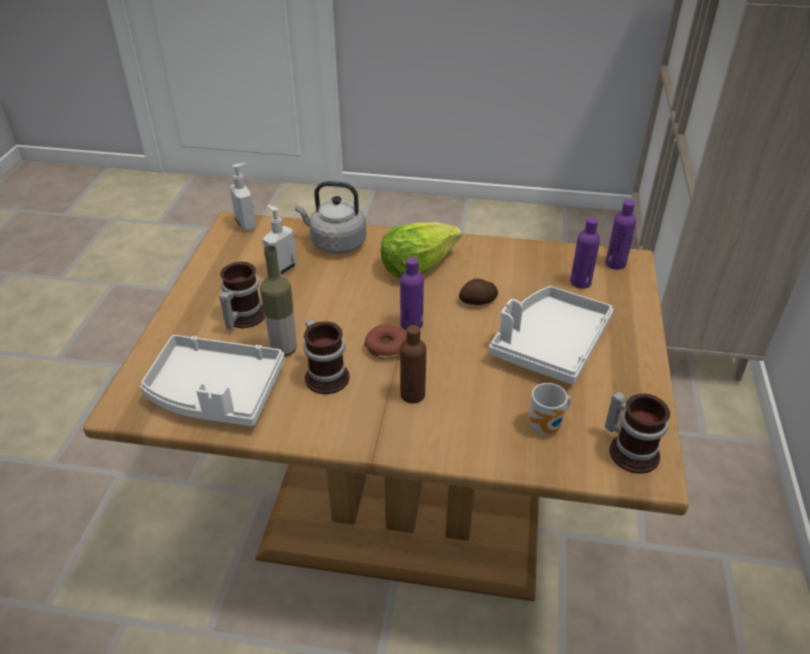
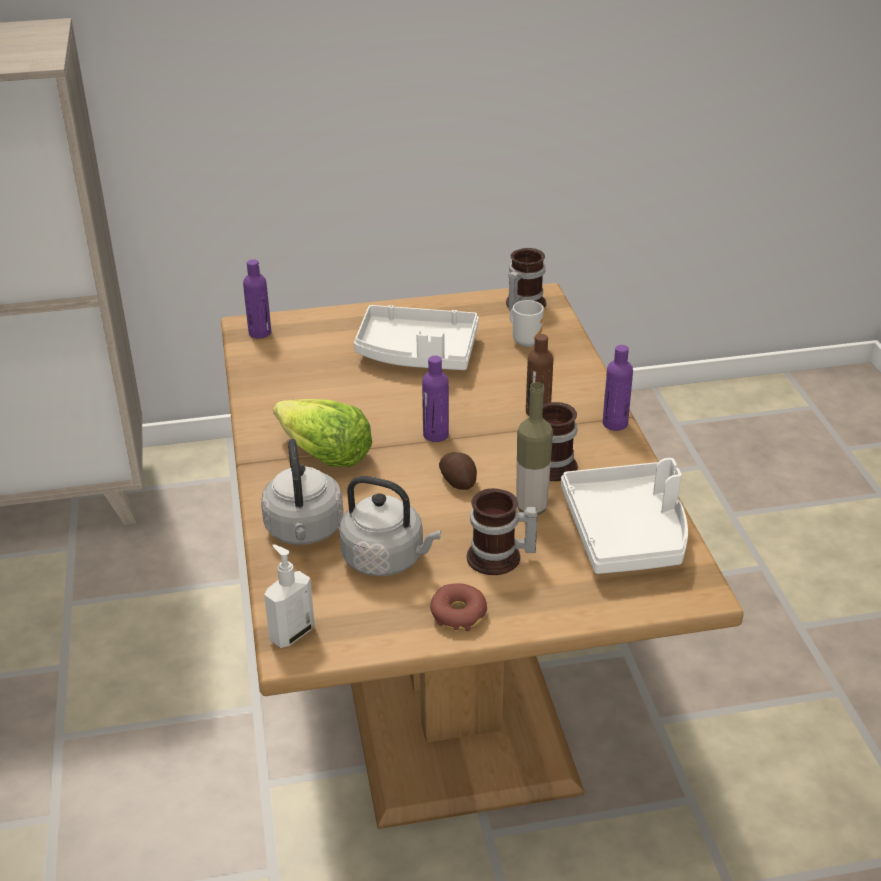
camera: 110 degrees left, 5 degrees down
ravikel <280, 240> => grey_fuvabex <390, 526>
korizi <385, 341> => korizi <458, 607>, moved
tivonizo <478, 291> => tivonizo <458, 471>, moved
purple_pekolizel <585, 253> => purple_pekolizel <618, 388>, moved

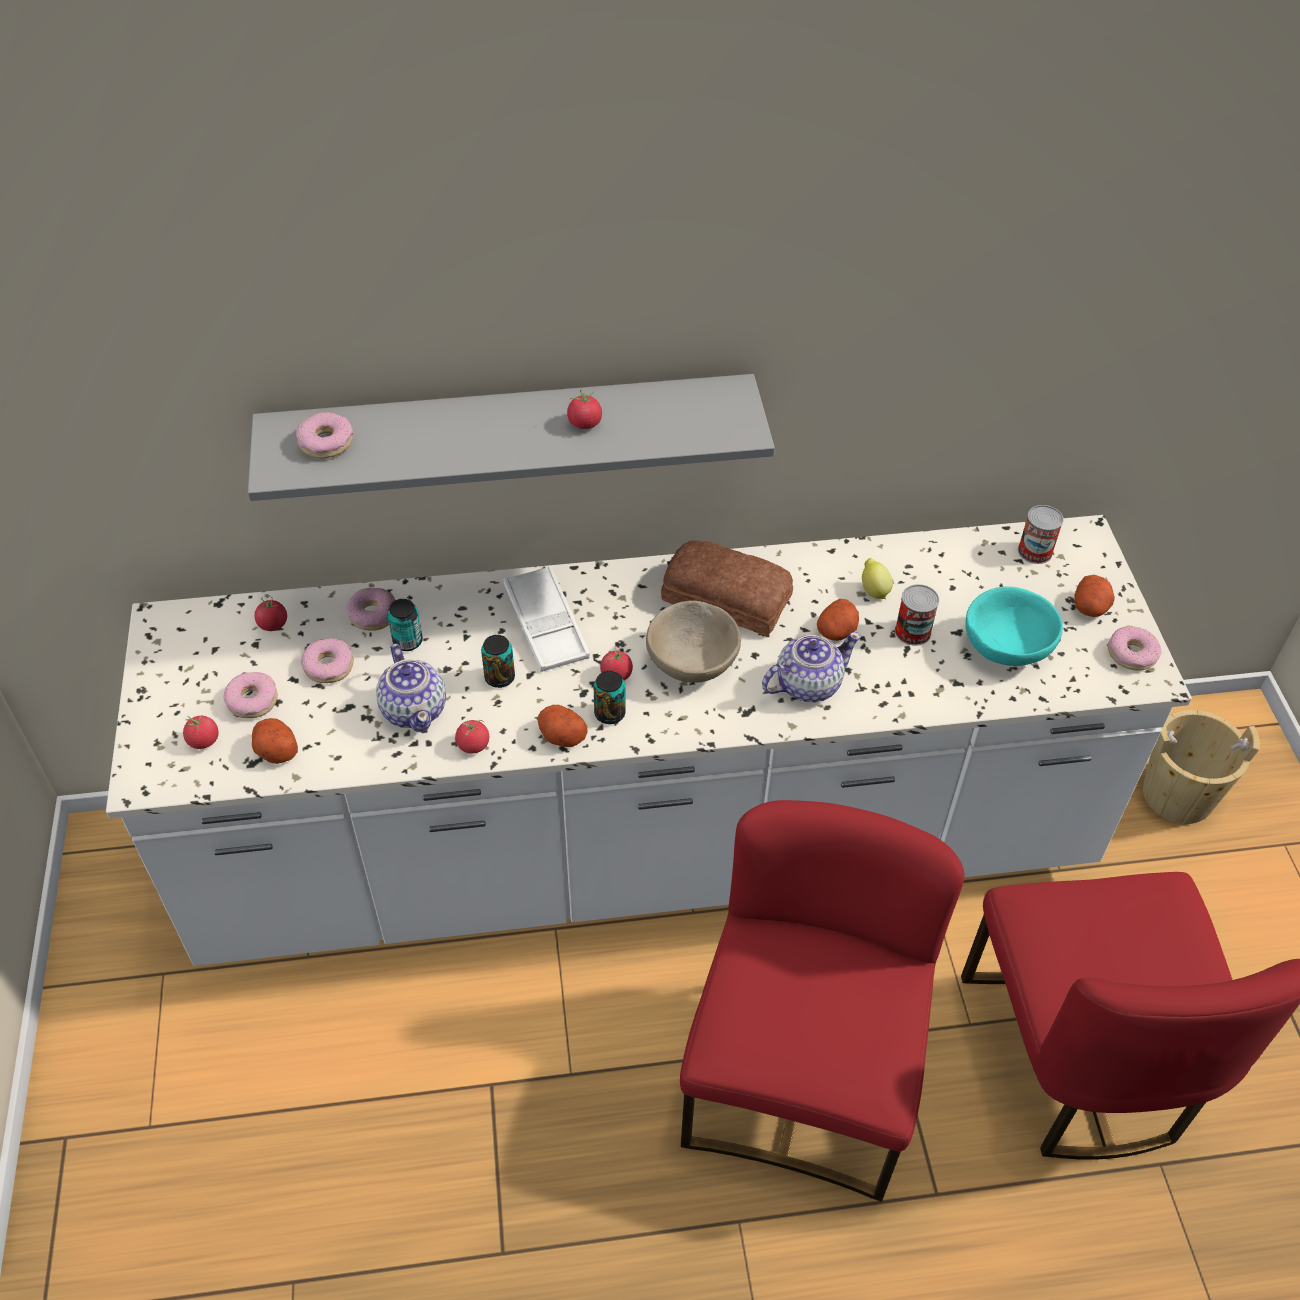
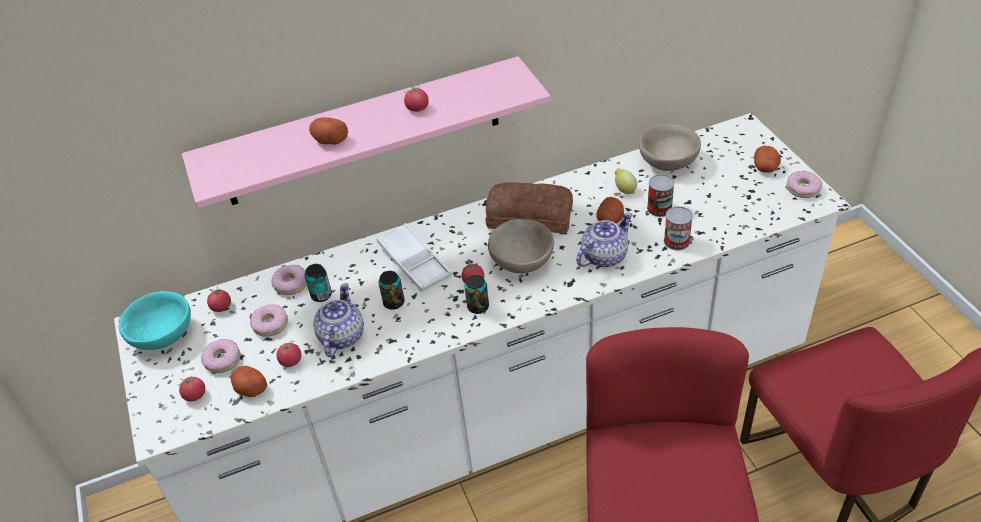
camera: 10 degrees left, 5 degrees down
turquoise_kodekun <1014, 626> => turquoise_kodekun <155, 320>, moved
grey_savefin <511, 437> => pink_savefin <366, 132>
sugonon <472, 737> => sugonon <288, 354>, moved
tivonizo <562, 726> => tivonizo <328, 130>, moved
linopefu <411, 688> => linopefu <338, 320>, 135 degrees counterclockwise
nothing => beige_kodekun <670, 147>
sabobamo <1041, 534> => sabobamo <678, 228>, moved
korizi <324, 435> => nothing
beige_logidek <1201, 767> => nothing

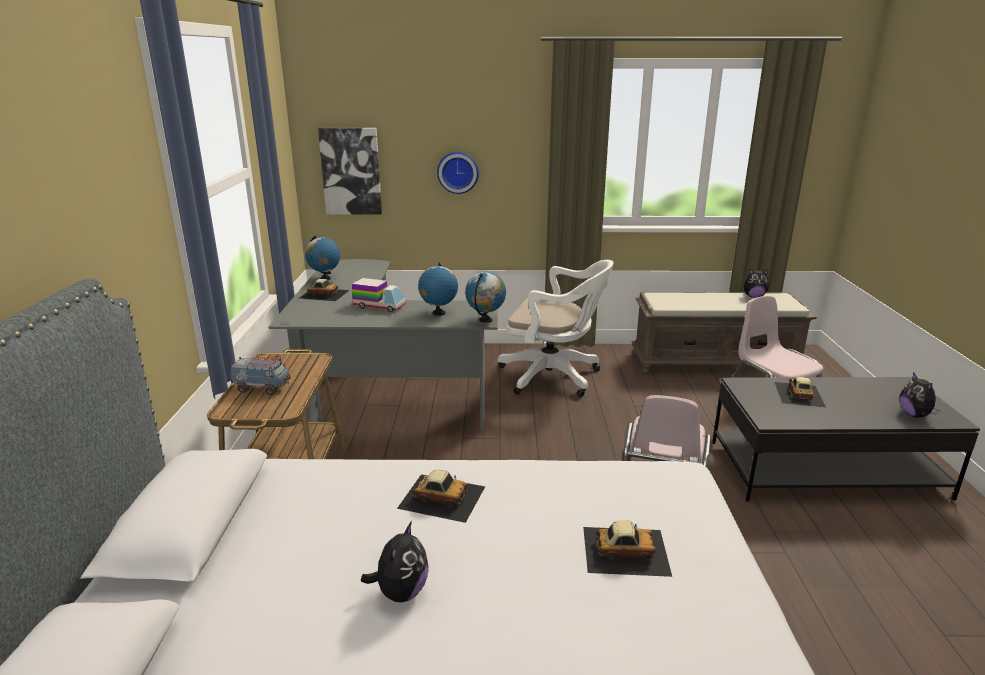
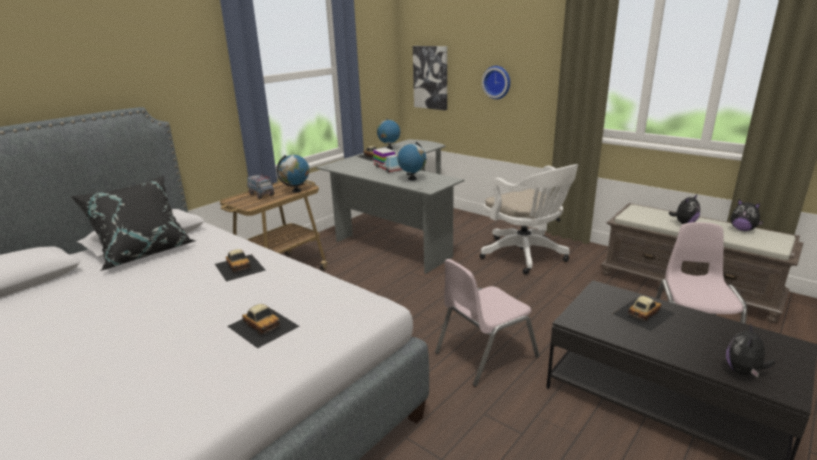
camera: 40 degrees right, 0 degrees up
nothing => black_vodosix <133, 223>
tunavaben <485, 297> => tunavaben <293, 174>, moved
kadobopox <395, 561> => kadobopox <684, 209>, moved

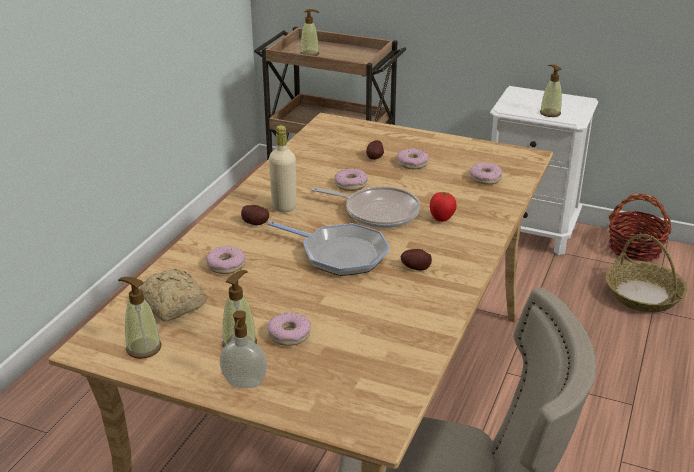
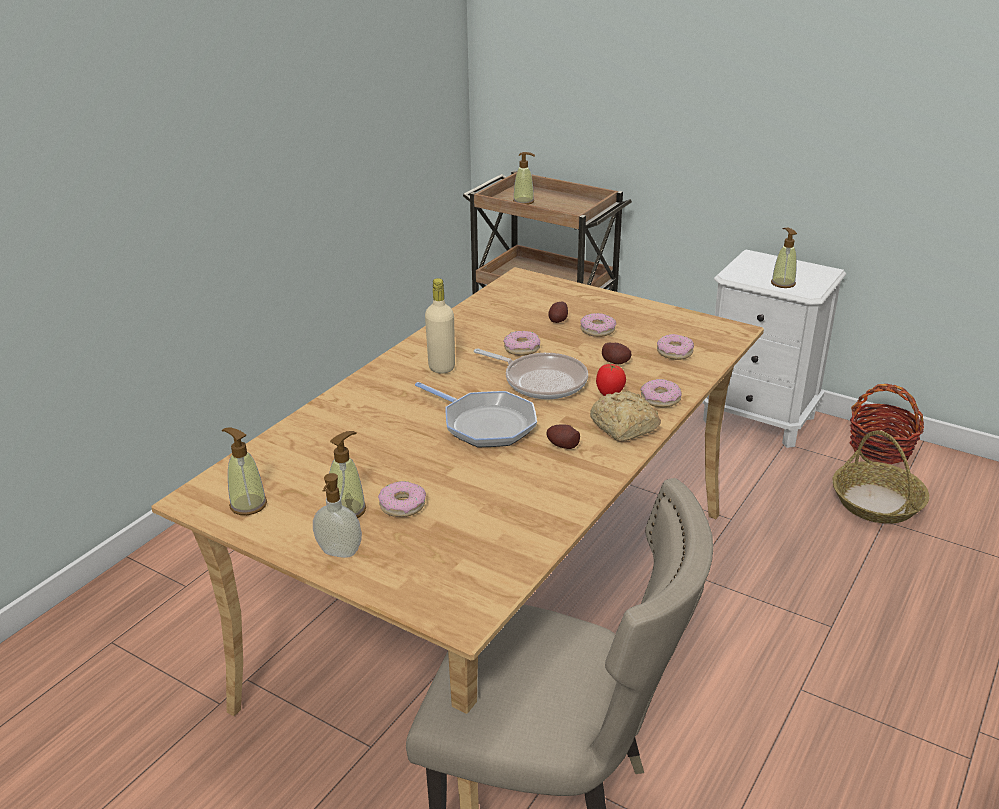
camera: 10 degrees right, 0 degrees up
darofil <173, 295> => darofil <625, 416>, moved
tivonizo <255, 215> => tivonizo <616, 353>, moved
korizi <225, 260> => korizi <661, 393>, moved

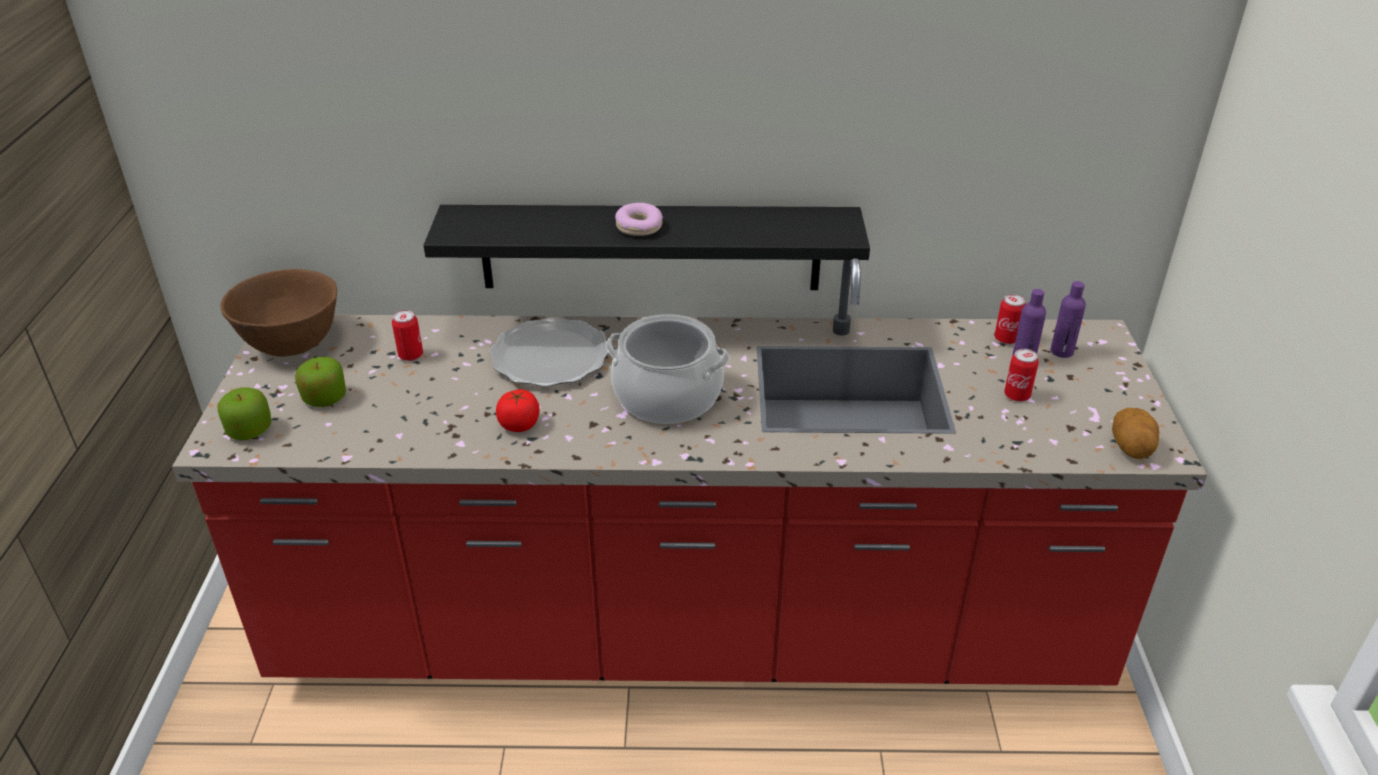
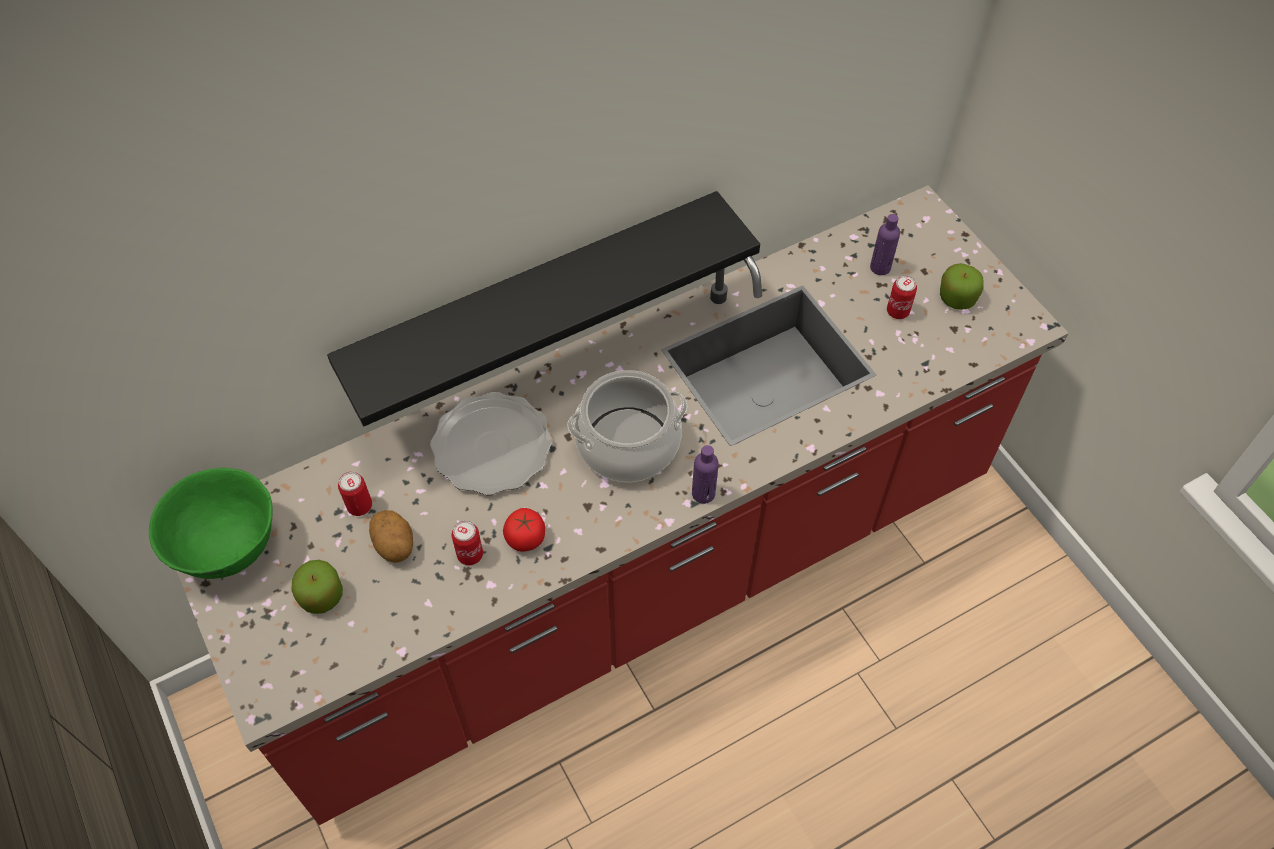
camera: 30 degrees left, 20 degrees up
brown_kodekun <279, 313> => green_kodekun <211, 523>
tivonizo <1136, 433> => tivonizo <391, 536>, moved
sabobamo <1010, 319> => sabobamo <467, 543>, moved
purple_pekolizel <1068, 319> => purple_pekolizel <705, 474>, moved
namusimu <244, 413> => namusimu <962, 286>, moved
korizi <639, 219> => nothing

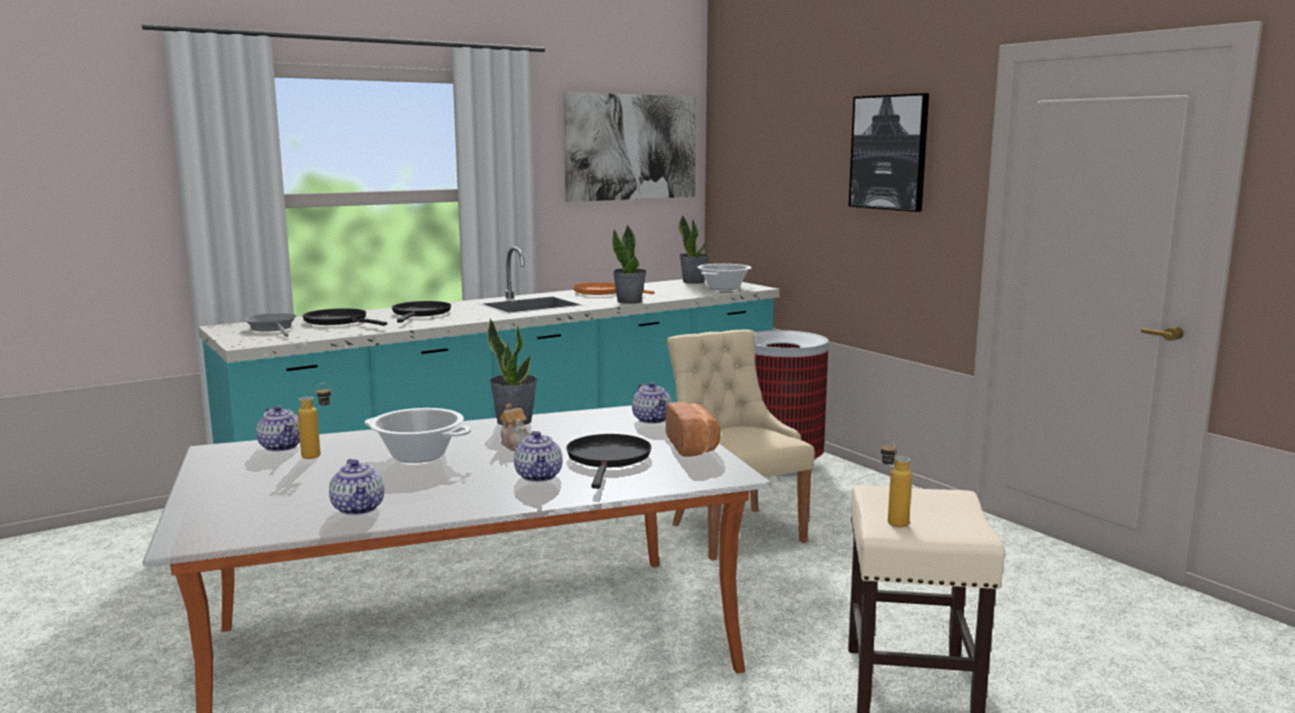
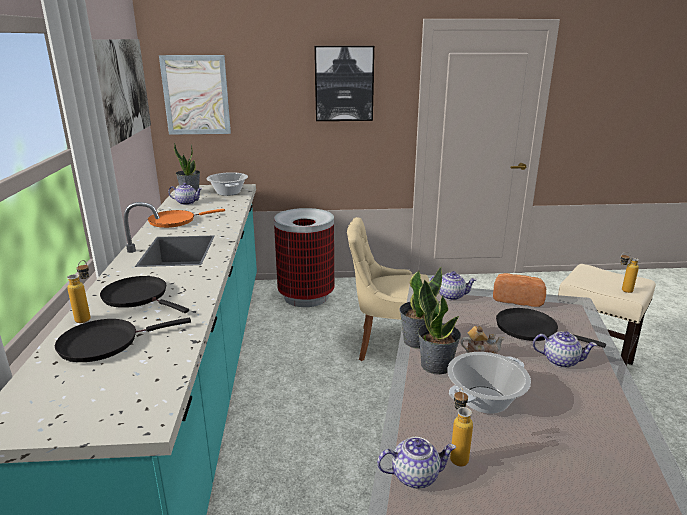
camera: 60 degrees left, 10 degrees up
nothing => pekolizel <79, 291>
nothing => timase <195, 95>
linopefu <356, 487> => linopefu <185, 194>, moved
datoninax <629, 264> => datoninax <439, 327>, moved
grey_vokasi <270, 325> => nothing

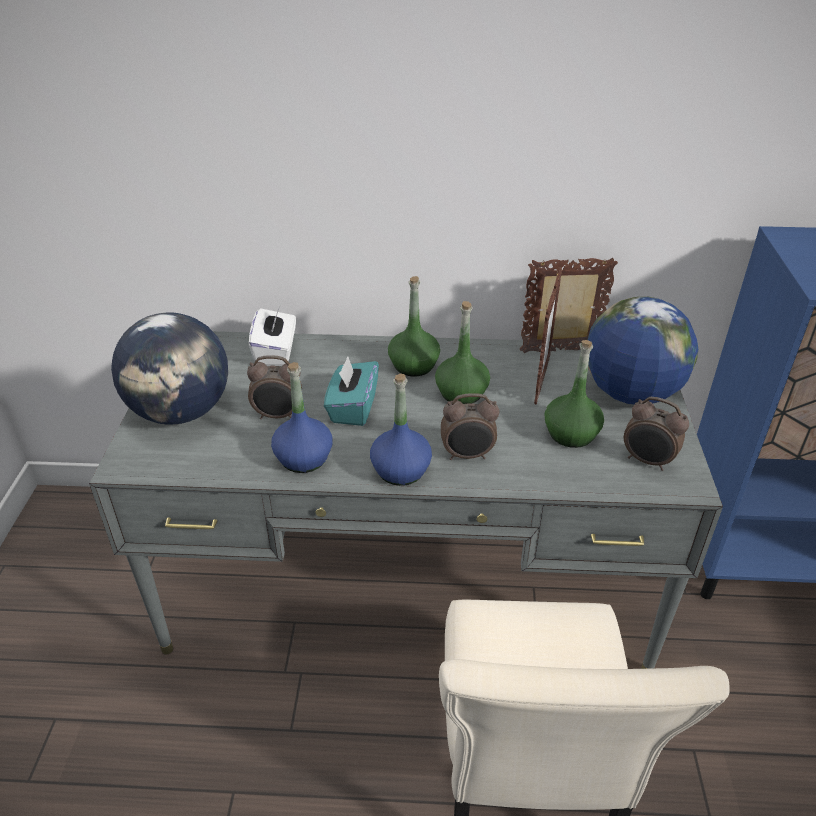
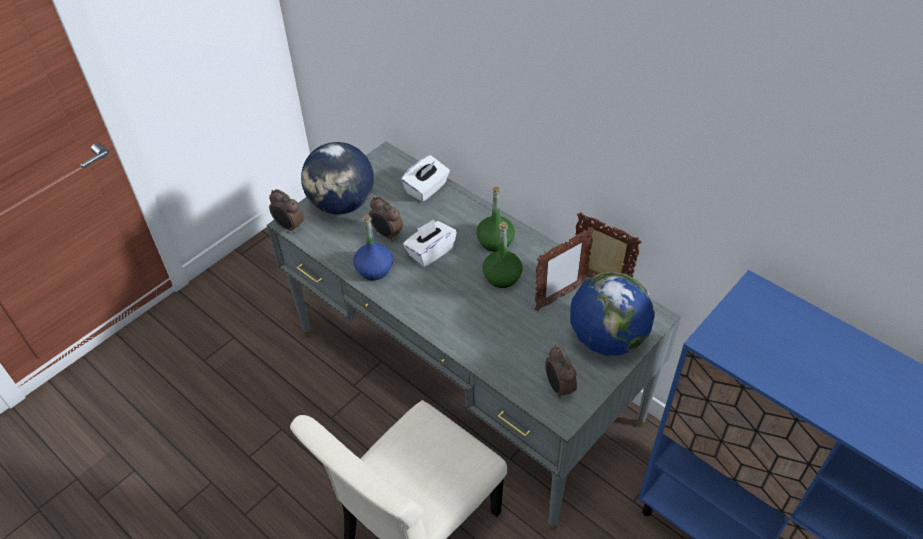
camera: 40 degrees right, 10 degrees up
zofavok <470, 426> => zofavok <286, 211>, moved
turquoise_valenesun <351, 391> => white_valenesun <430, 243>
blue_pekolizel <401, 430> => nothing
green_pekolizel <574, 394> => nothing

